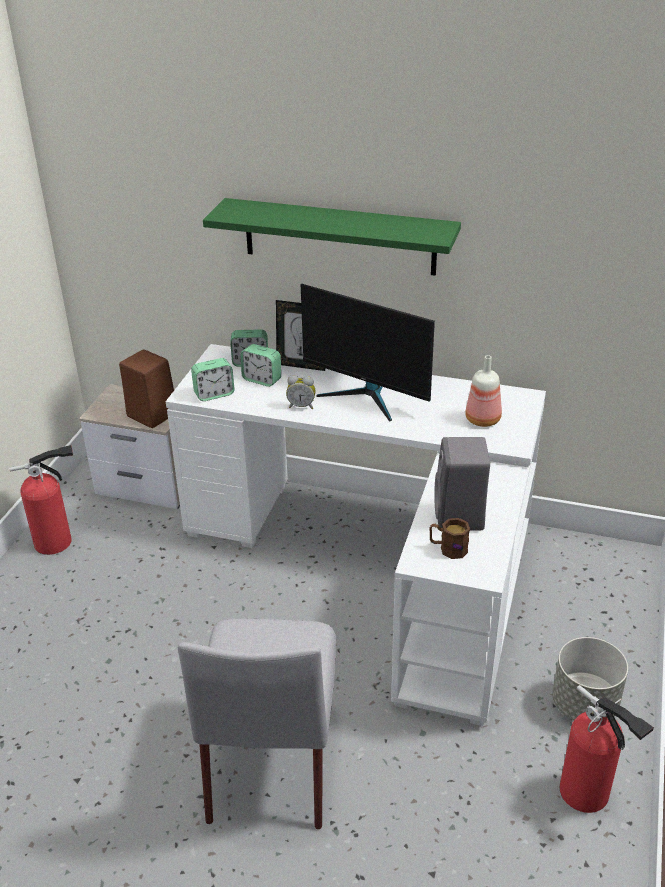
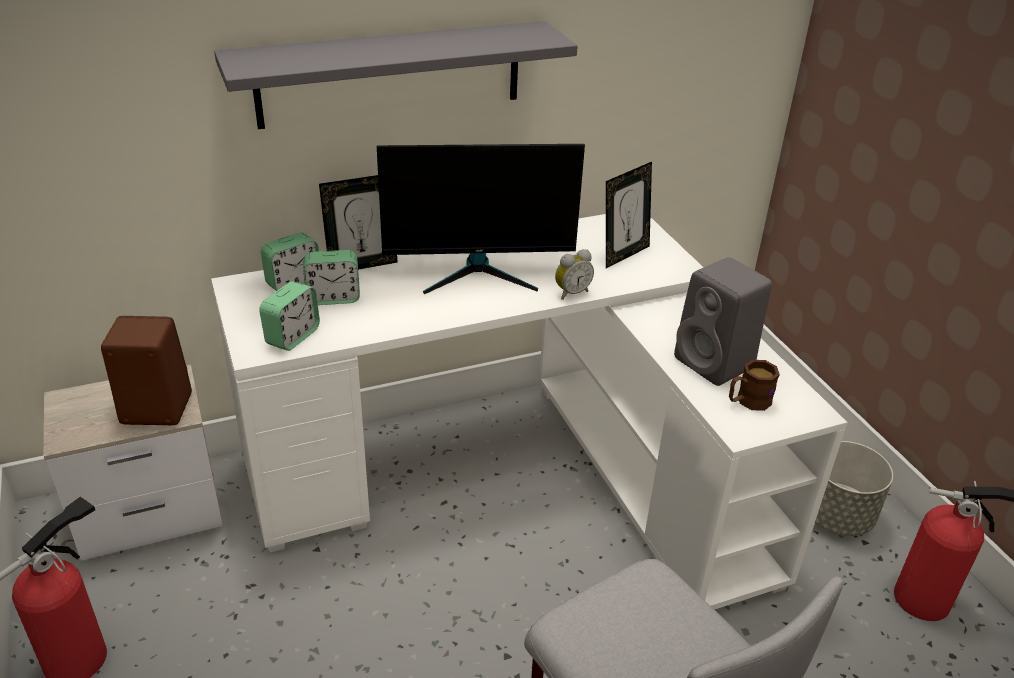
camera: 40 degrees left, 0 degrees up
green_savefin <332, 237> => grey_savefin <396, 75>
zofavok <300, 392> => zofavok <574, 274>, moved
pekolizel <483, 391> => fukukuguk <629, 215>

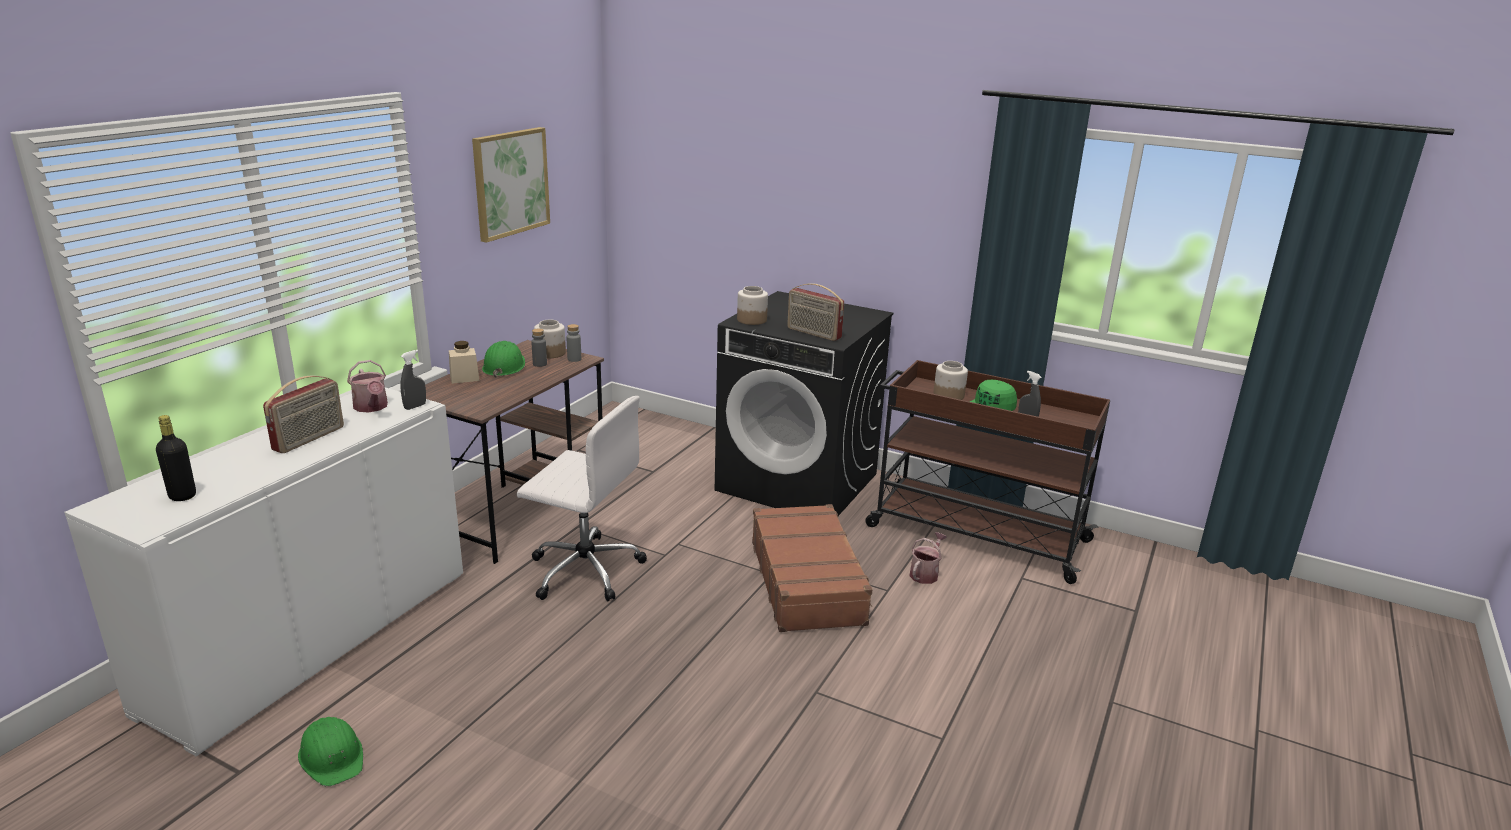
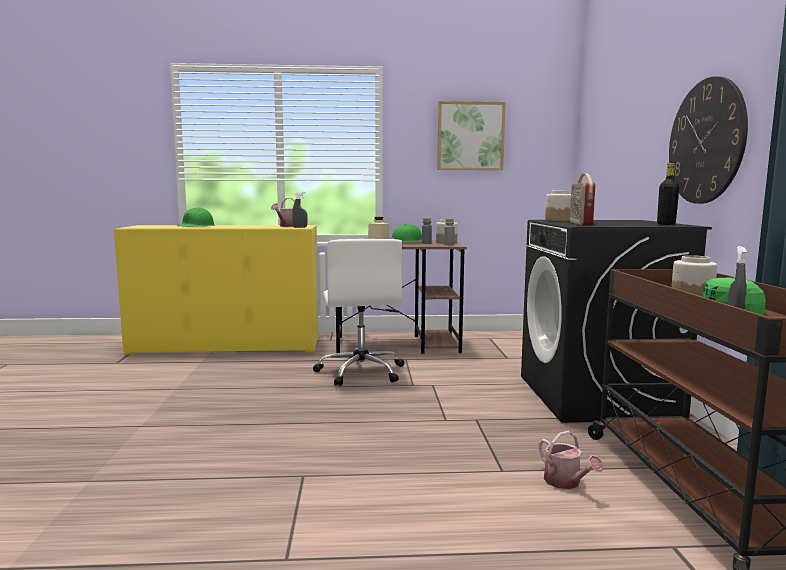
camera: 60 degrees right, 15 degrees down
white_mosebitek <263, 571> => yellow_mosebitek <216, 290>
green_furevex <330, 751> => green_furevex <196, 217>, moved
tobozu <928, 558> => tobozu <571, 460>, 60 degrees clockwise
black_pekolizel <176, 458> => black_pekolizel <668, 194>, moved
nothing => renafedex <708, 140>
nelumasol <303, 414> => nothing
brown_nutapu <812, 568> => nothing

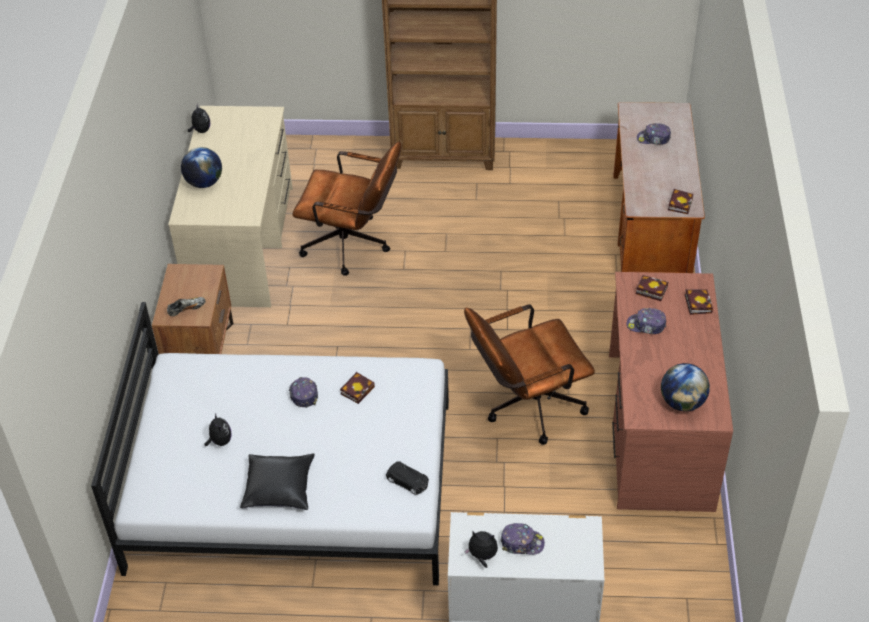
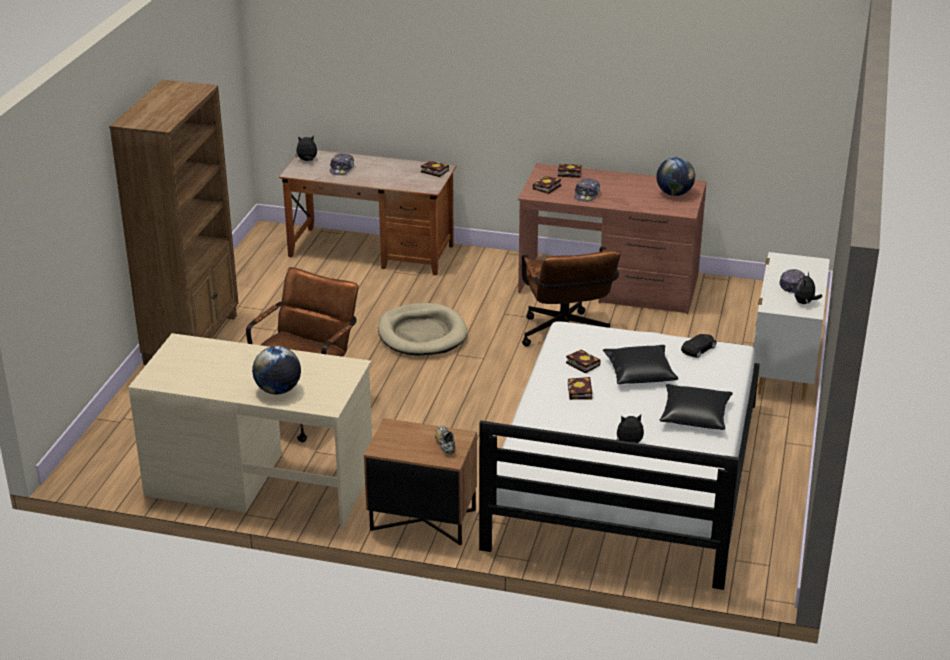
camera: 80 degrees left, 15 degrees down
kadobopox <199, 118> => kadobopox <306, 148>, moved
nothing => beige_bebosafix <422, 329>
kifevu <303, 392> => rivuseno <580, 388>
nothing => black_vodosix <640, 364>

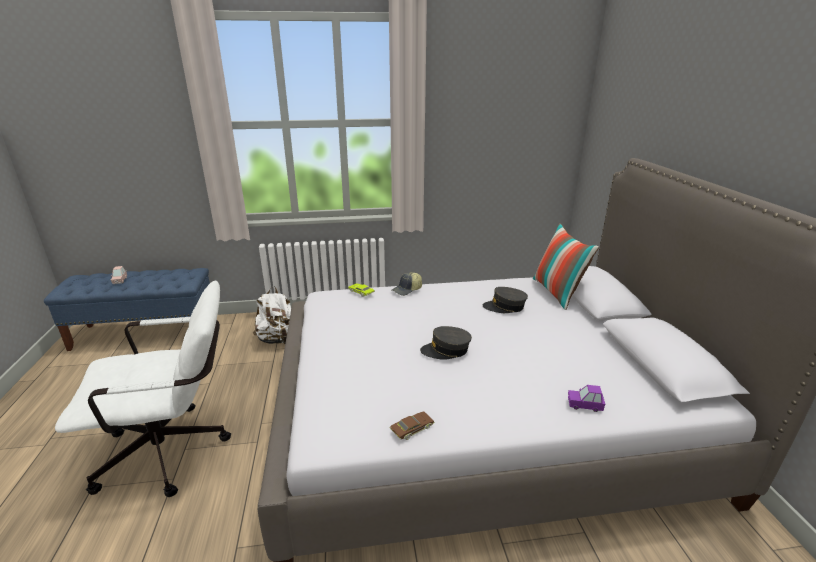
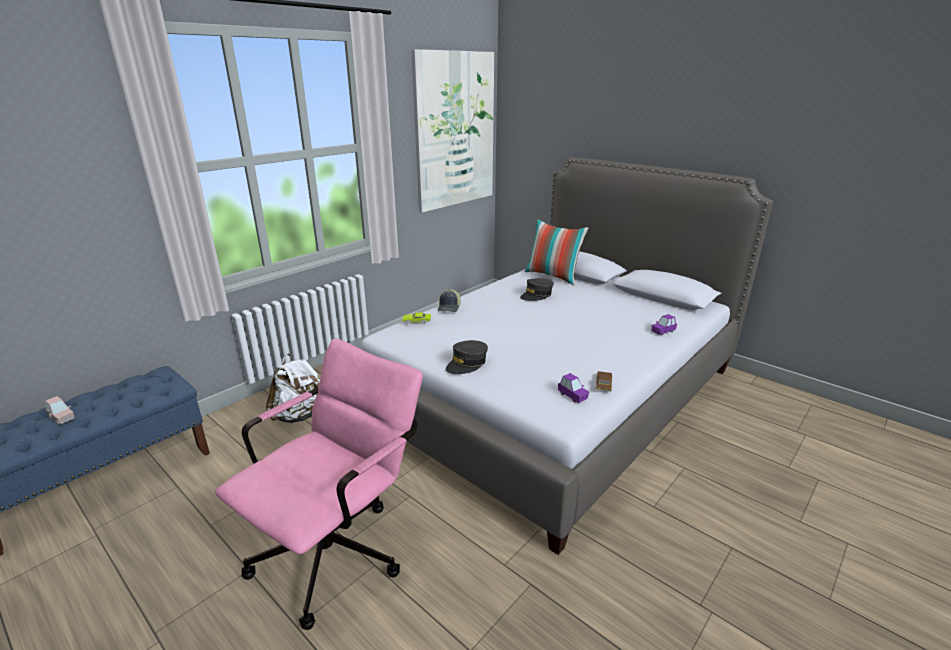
camera: 40 degrees left, 0 degrees up
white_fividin <143, 389> => pink_fividin <319, 484>
nothing => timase <452, 131>
grey_kifevu <446, 343> => grey_kifevu <467, 357>, moved
nothing => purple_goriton <573, 388>

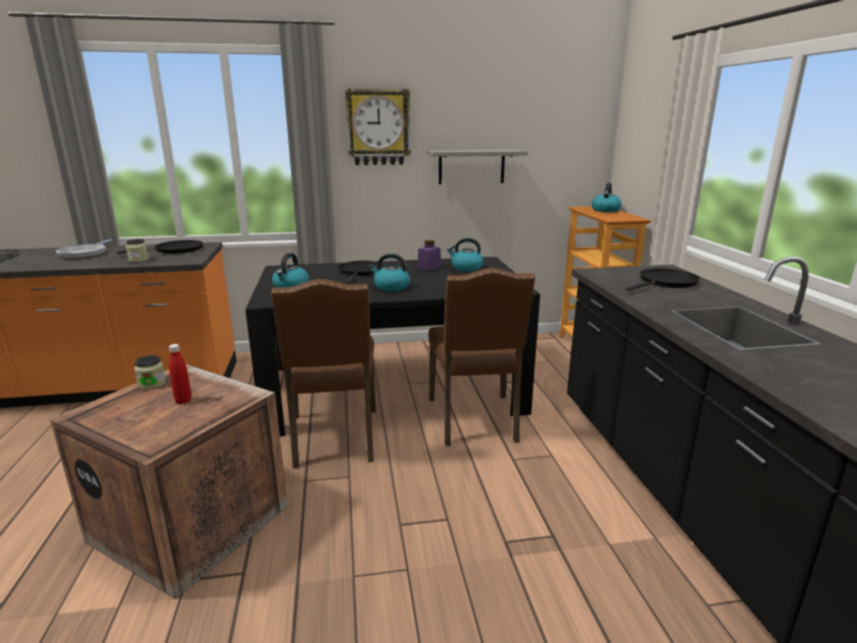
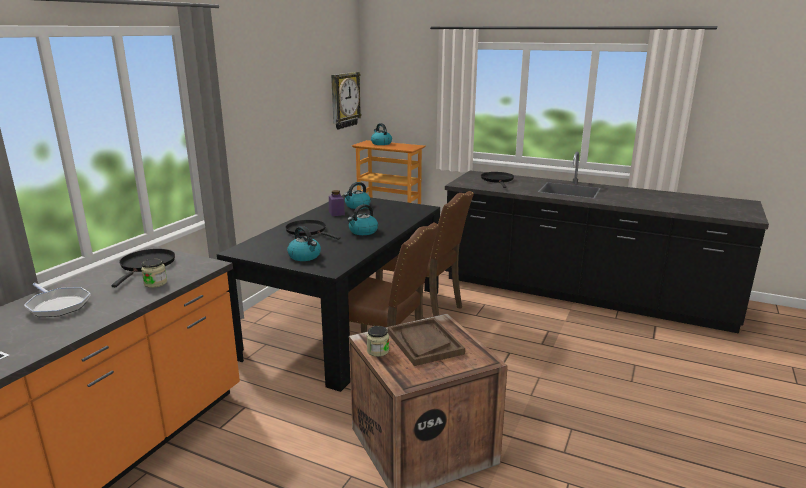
camera: 55 degrees left, 0 degrees up
renafedex <378, 126> => renafedex <346, 101>, moved
red_pekolizel <180, 374> => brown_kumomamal <426, 342>
grey_savefin <477, 166> => nothing

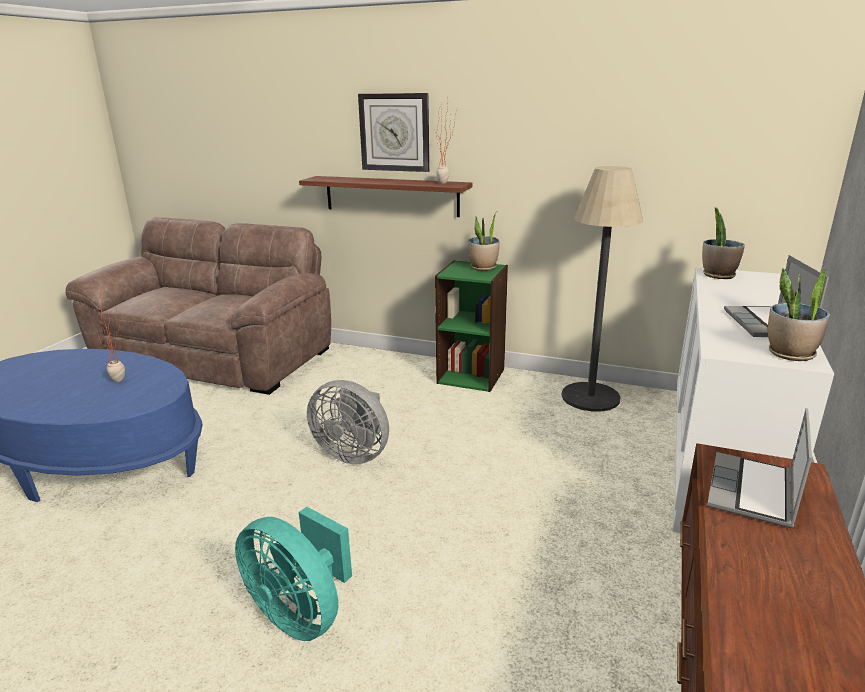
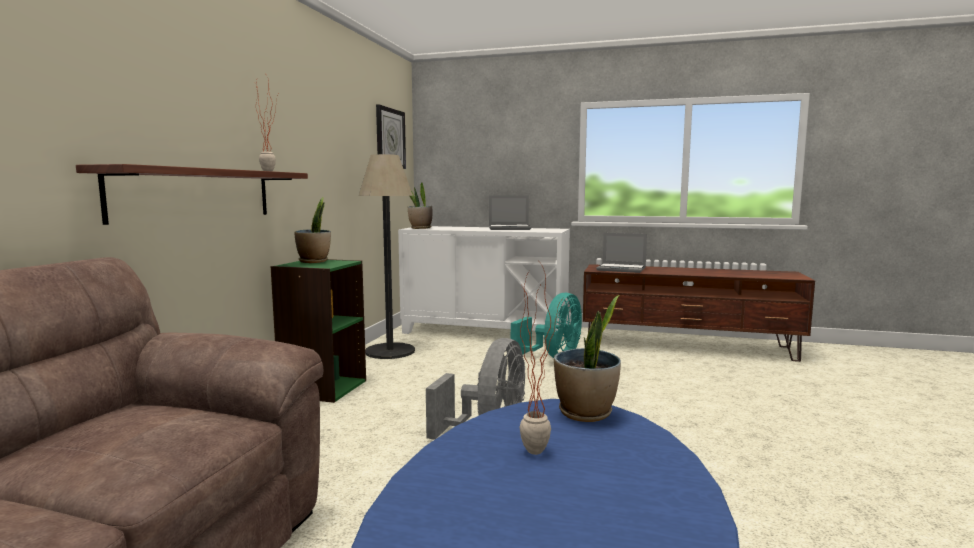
camera: 95 degrees left, 15 degrees down
renafedex <394, 132> => renafedex <391, 136>, moved
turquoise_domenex <293, 574> => turquoise_domenex <546, 325>, moved
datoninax <799, 314> => datoninax <587, 358>, moved

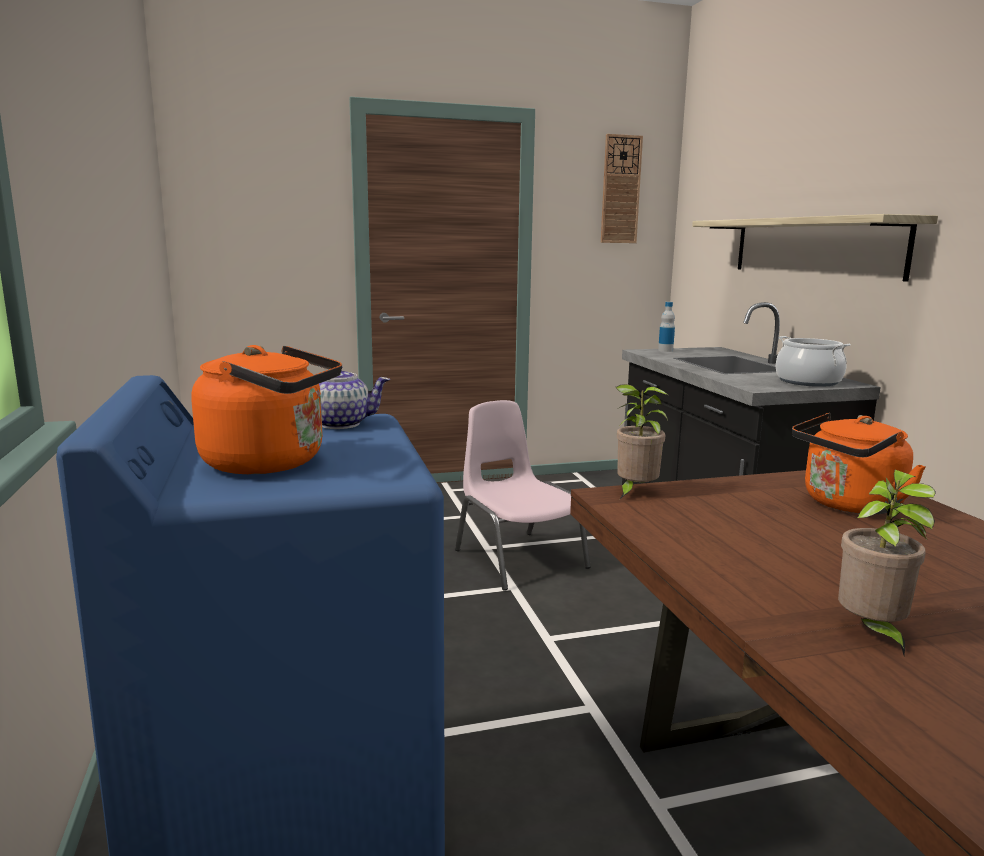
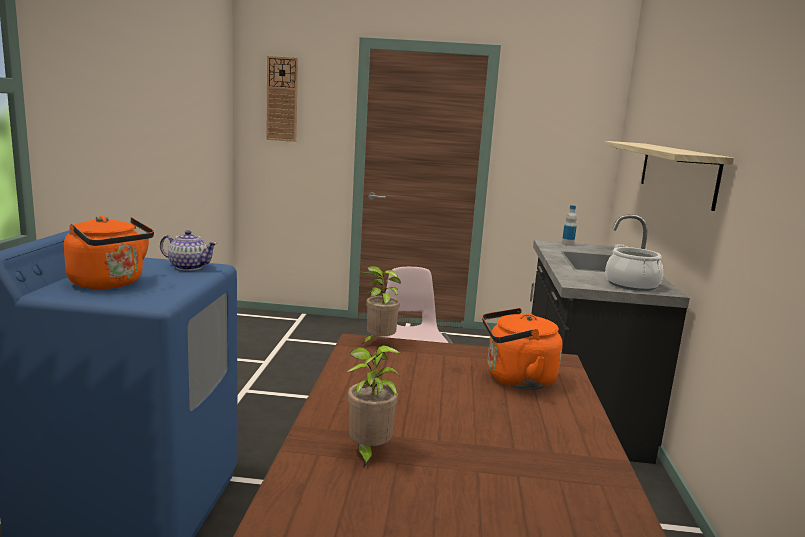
camera: 20 degrees right, 0 degrees up
renafedex <622, 188> => renafedex <282, 99>, moved

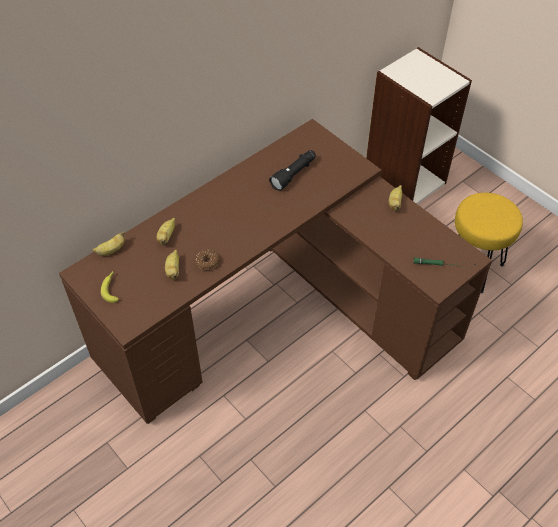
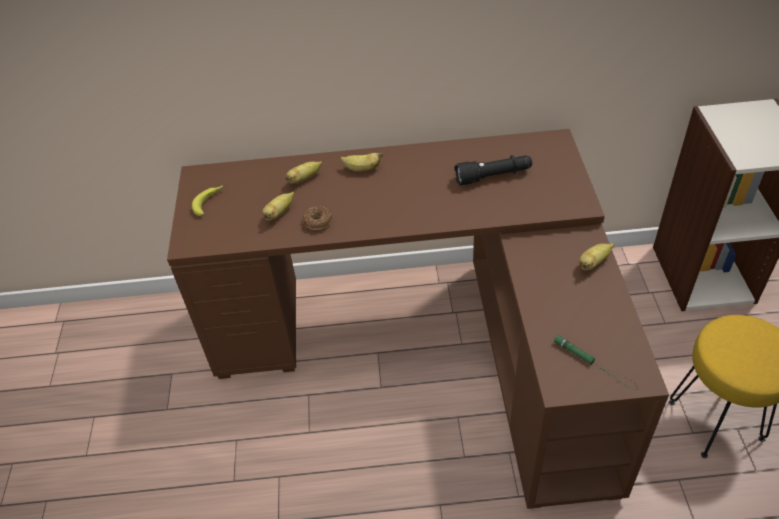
camera: 40 degrees right, 5 degrees down
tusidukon <108, 244> => tusidukon <361, 162>, moved

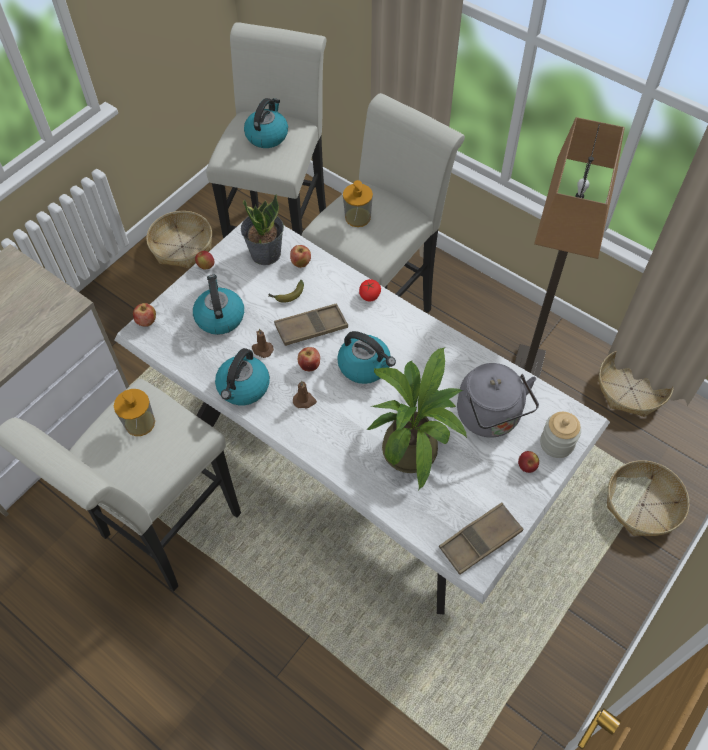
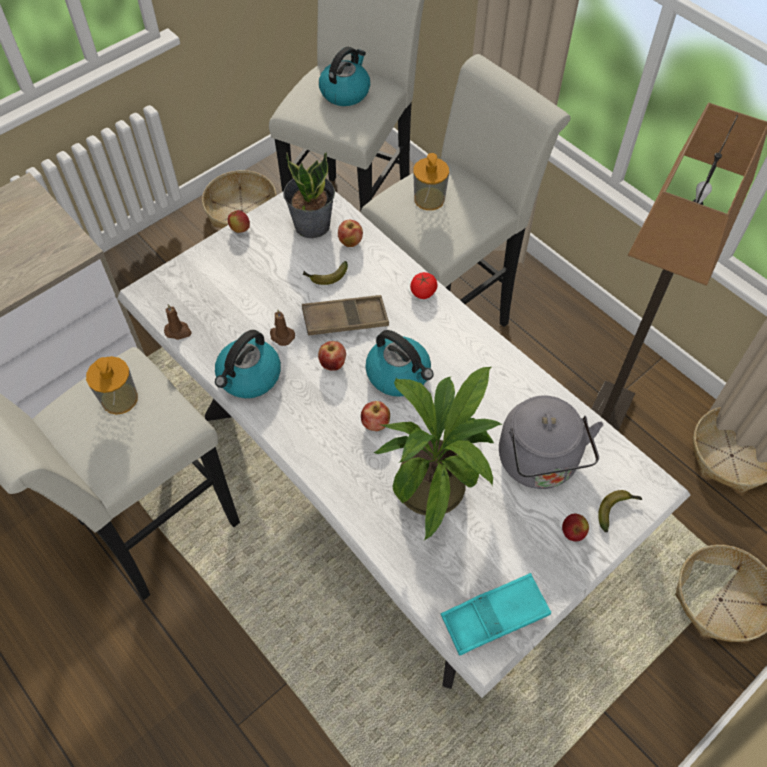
camera: 10 degrees right, 0 degrees up
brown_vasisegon <305, 394> => brown_vasisegon <177, 322>, moved
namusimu <144, 315> => namusimu <375, 416>, moved
brown_kumomamal <481, 538> => turquoise_kumomamal <496, 614>
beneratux <560, 435> => tusidukon <620, 511>
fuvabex <218, 304> => nothing

